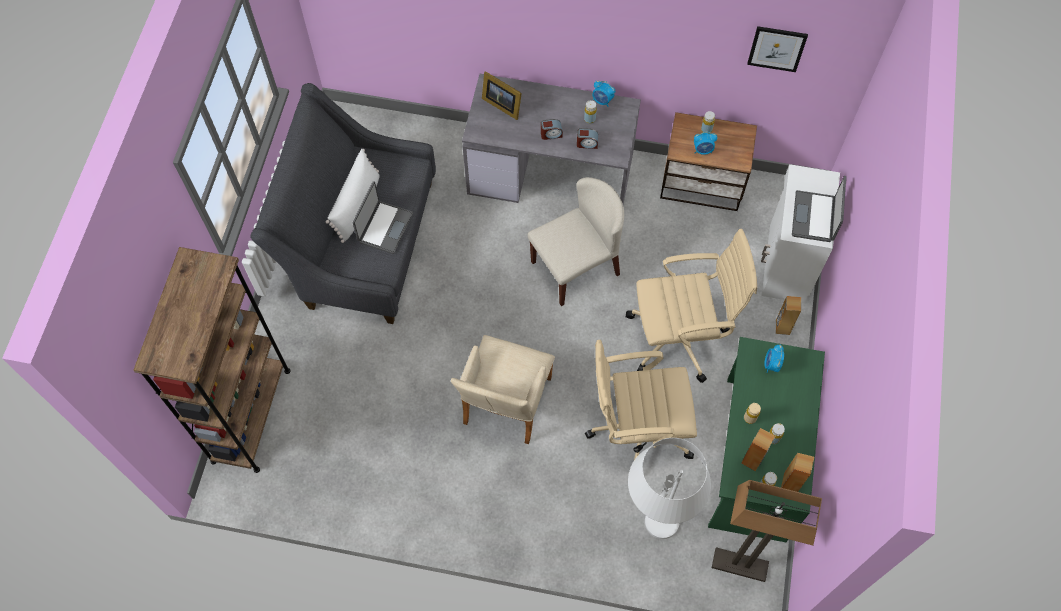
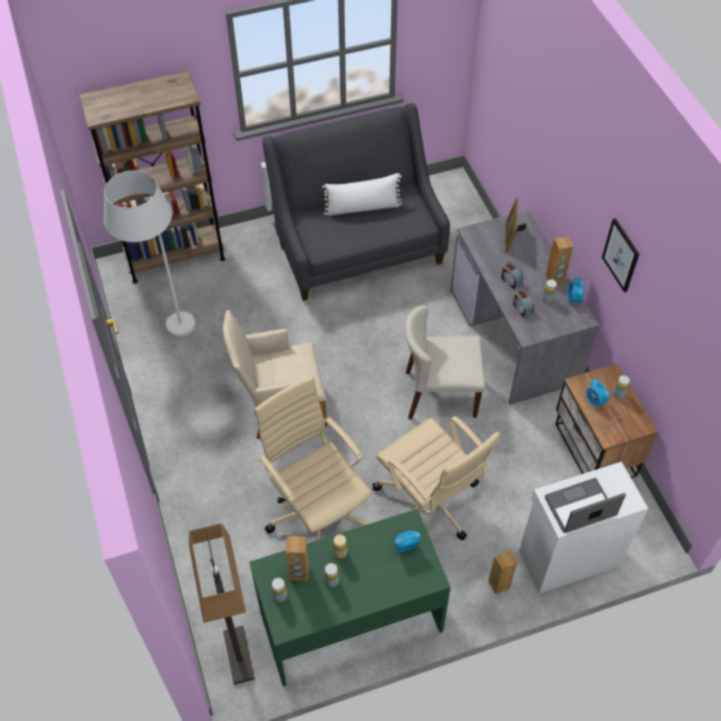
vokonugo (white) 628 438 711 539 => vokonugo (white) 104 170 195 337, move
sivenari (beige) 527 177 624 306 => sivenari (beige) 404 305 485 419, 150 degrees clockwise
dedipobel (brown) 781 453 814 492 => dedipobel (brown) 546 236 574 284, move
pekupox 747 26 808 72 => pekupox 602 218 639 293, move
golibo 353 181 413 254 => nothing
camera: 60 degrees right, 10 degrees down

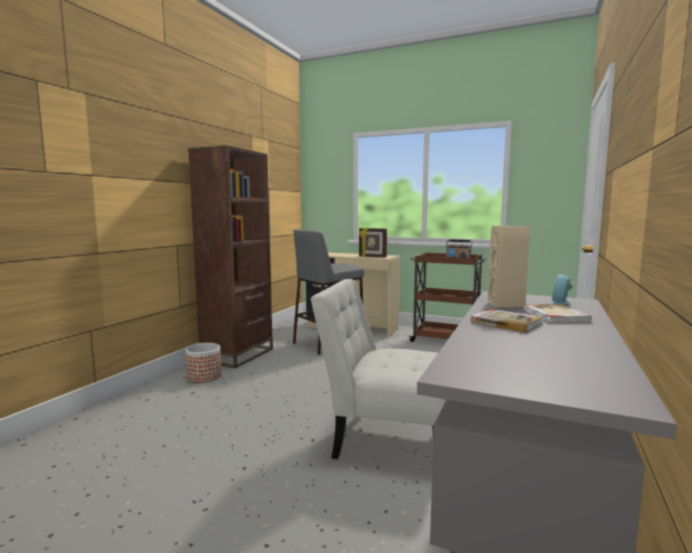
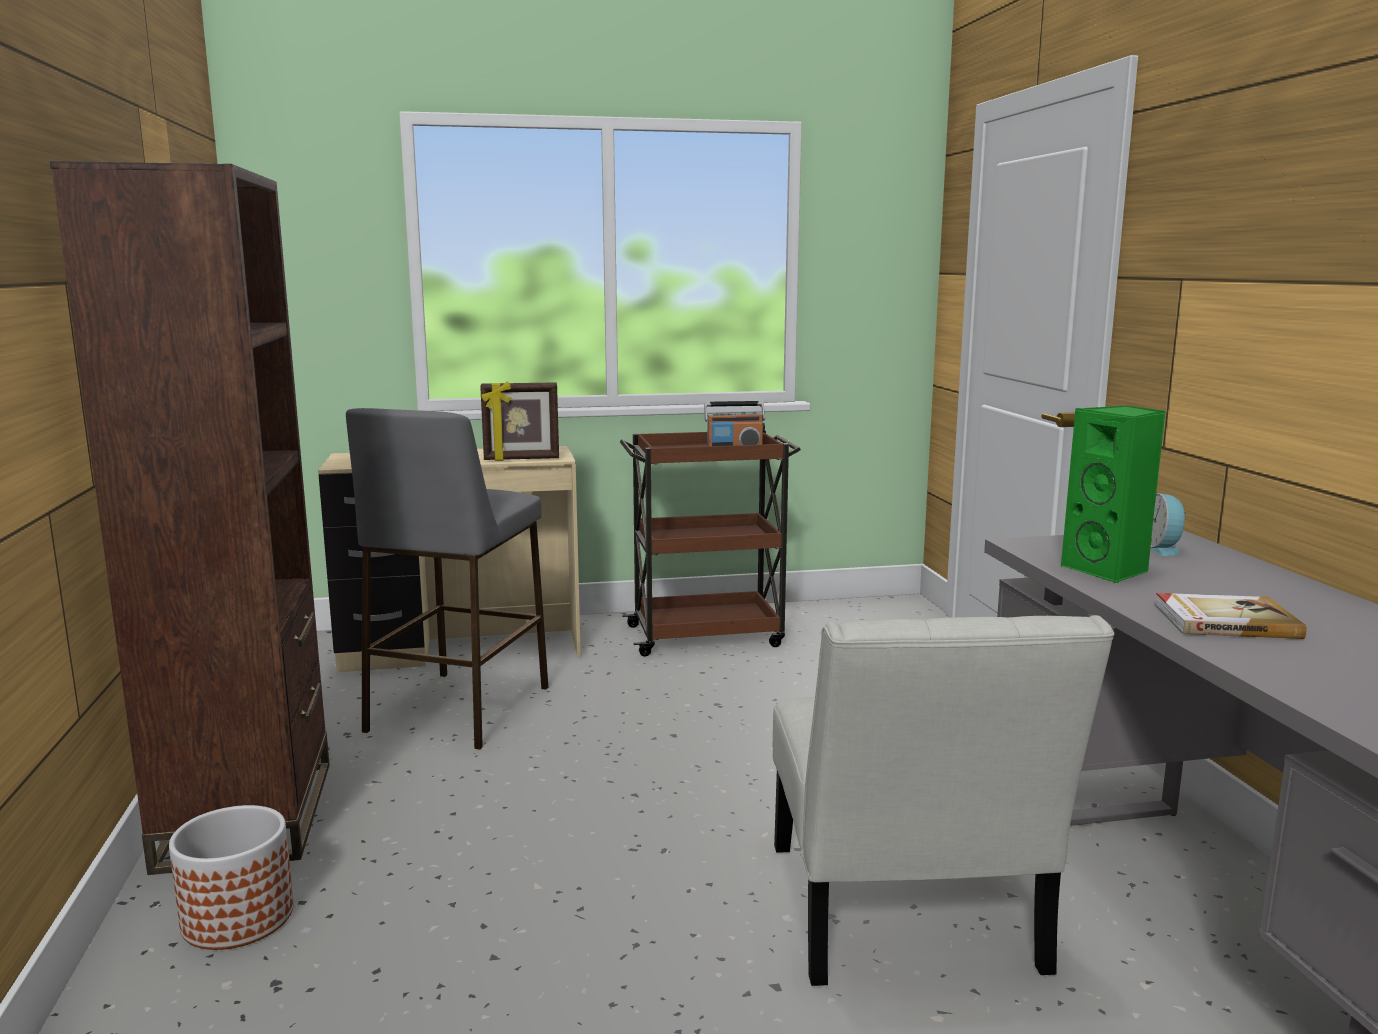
sivenari (white) 310 279 446 459 => sivenari (white) 773 615 1115 986, 75 degrees counterclockwise
dedipobel (beige) 487 226 530 308 => dedipobel (green) 1061 406 1166 583
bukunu 523 304 592 323 => nothing
camera: 35 degrees left, 5 degrees up

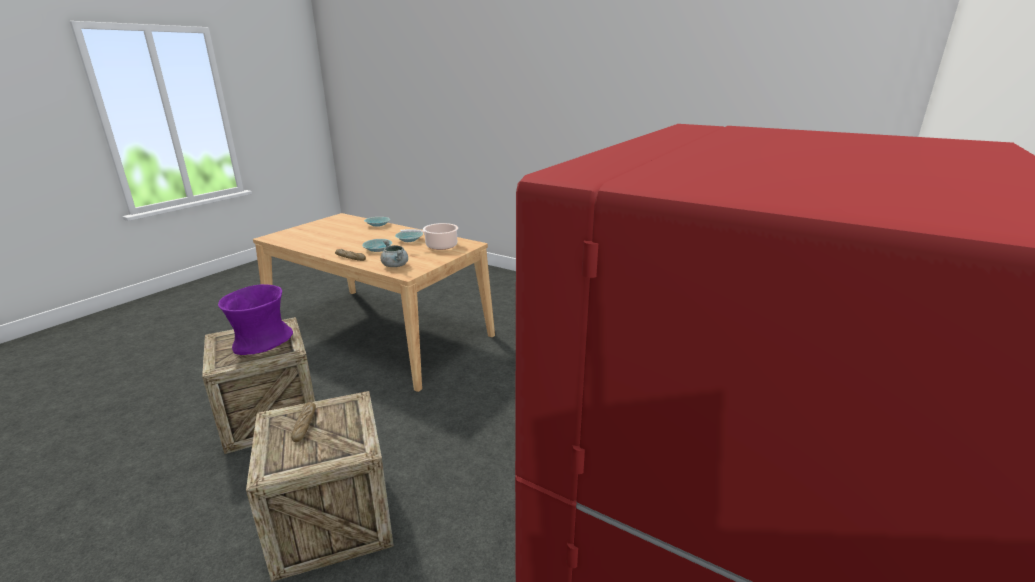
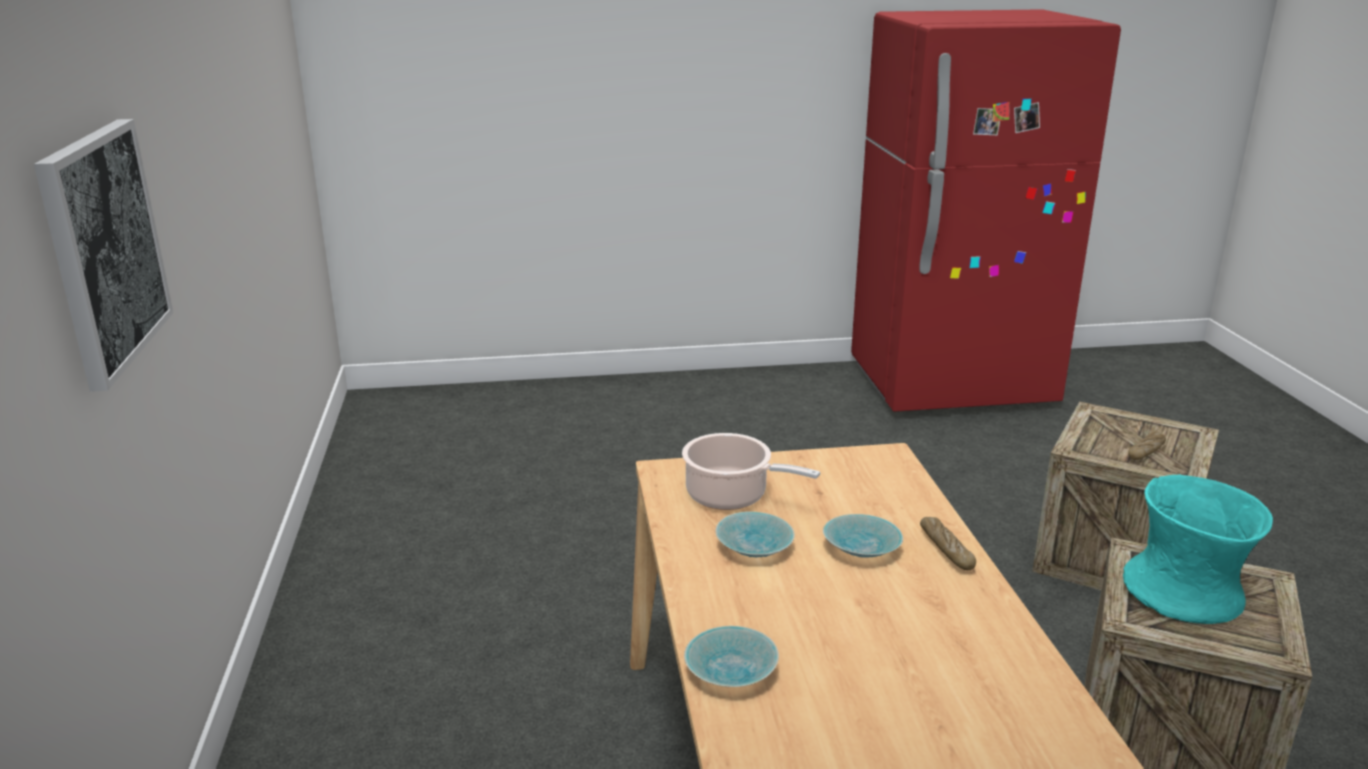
nothing => pekupox 34 119 173 392
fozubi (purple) 218 284 293 355 => fozubi (turquoise) 1123 475 1273 624
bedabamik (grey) 381 240 408 267 => nothing
camera: 130 degrees left, 0 degrees up

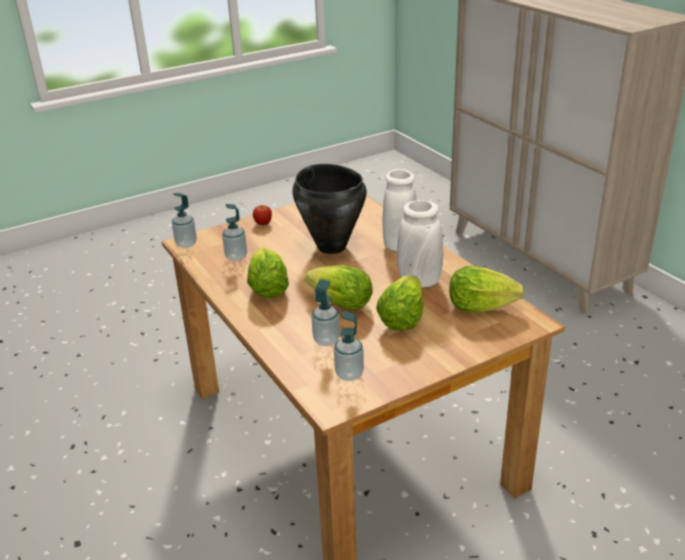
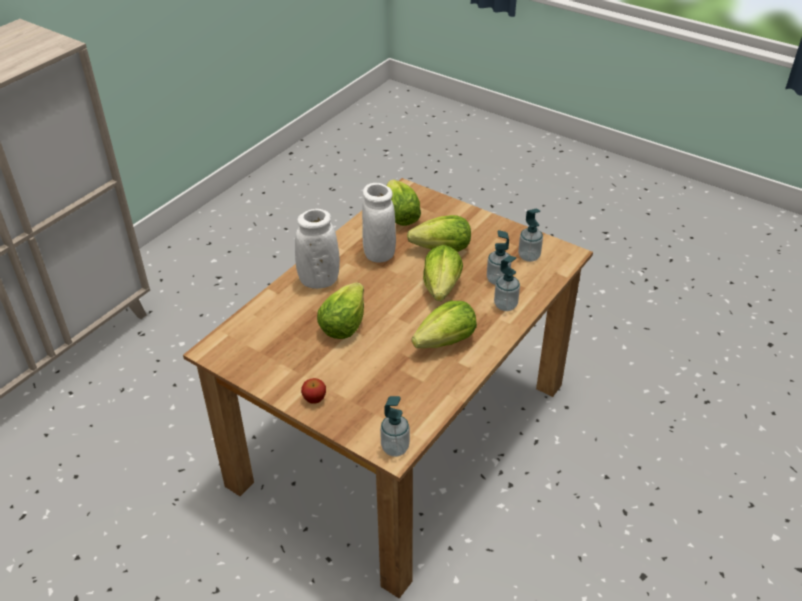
bedabamik (black) 293 164 367 254 => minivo 317 282 364 339
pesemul 222 204 247 261 => pesemul 494 256 520 311, move
camera: 115 degrees left, 10 degrees up

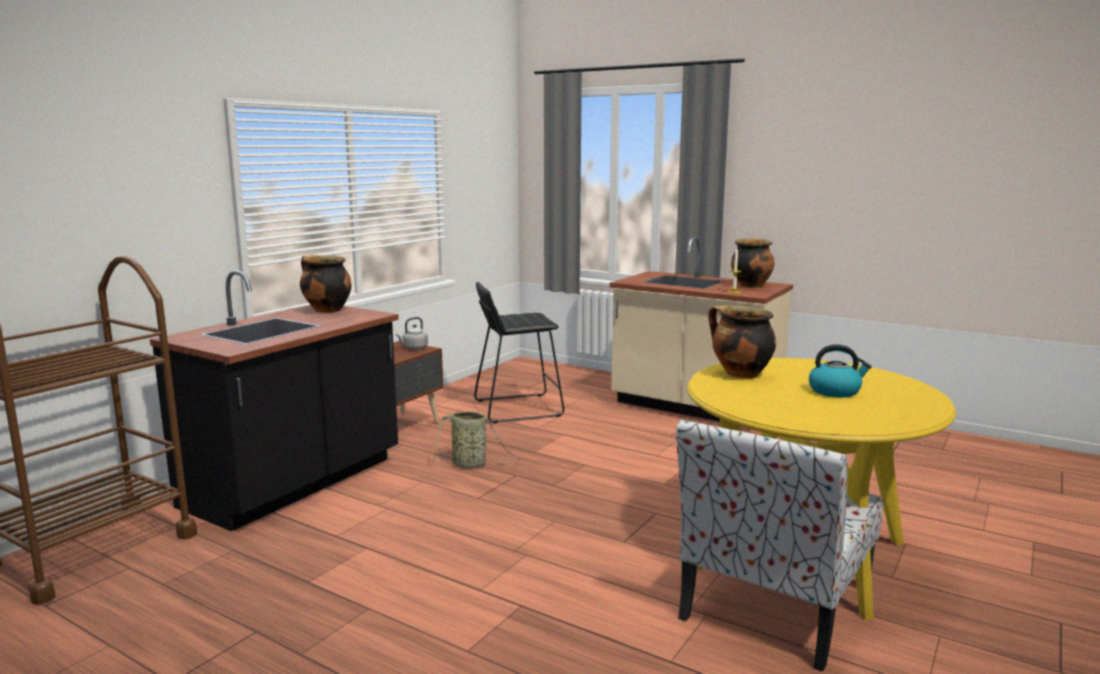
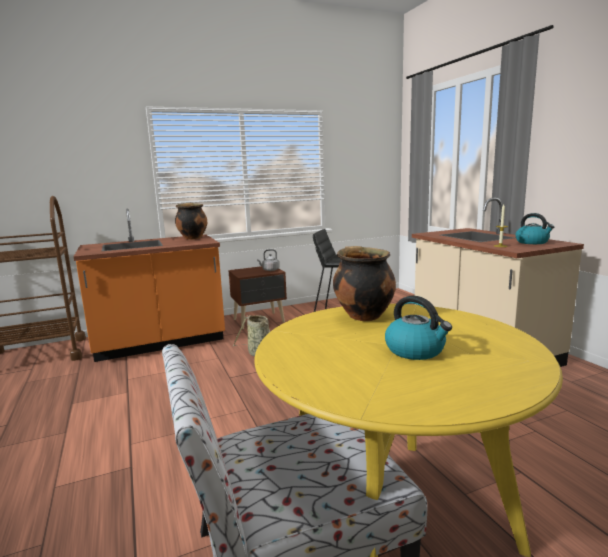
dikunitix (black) 150 270 399 531 => dikunitix (orange) 73 209 225 362
bedabamik 731 238 775 288 => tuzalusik 515 213 554 244
camera: 35 degrees right, 0 degrees up

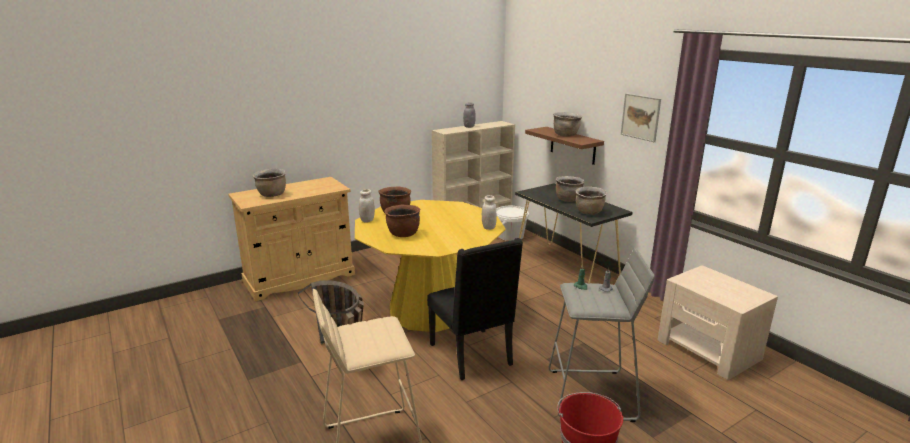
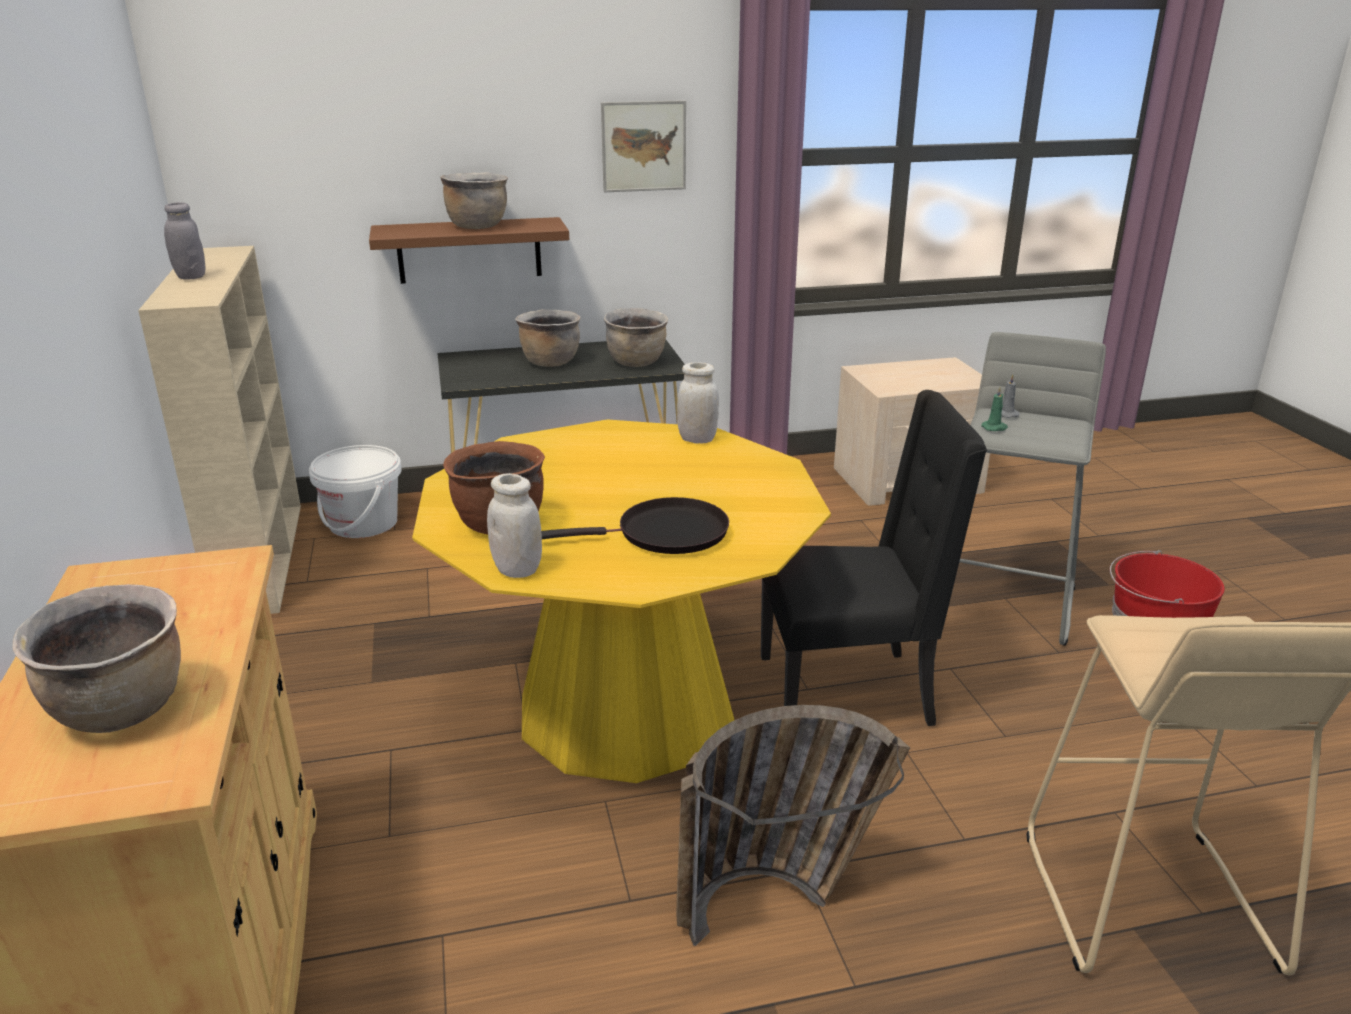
bedabamik (brown) 384 205 420 237 => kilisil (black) 541 497 729 554
camera: 70 degrees left, 5 degrees up

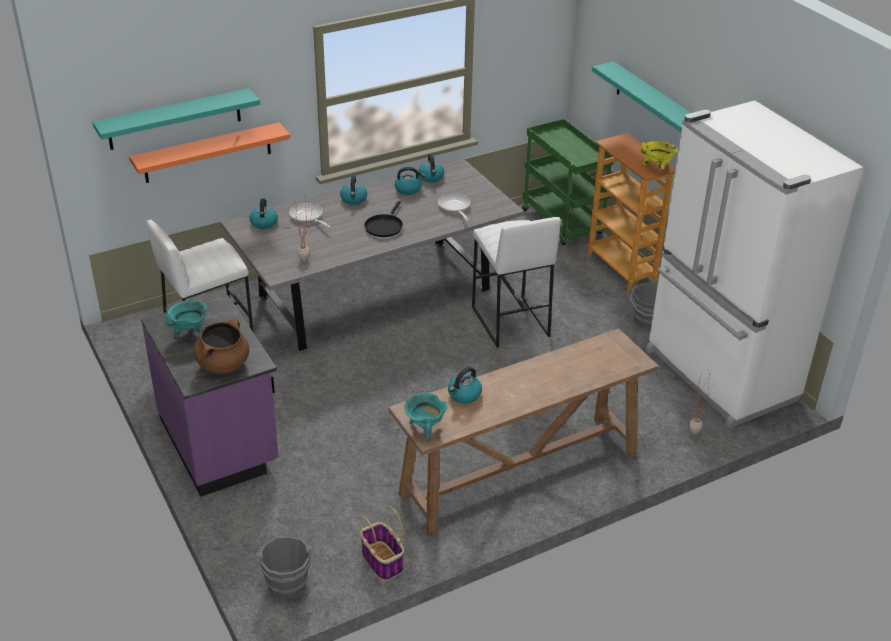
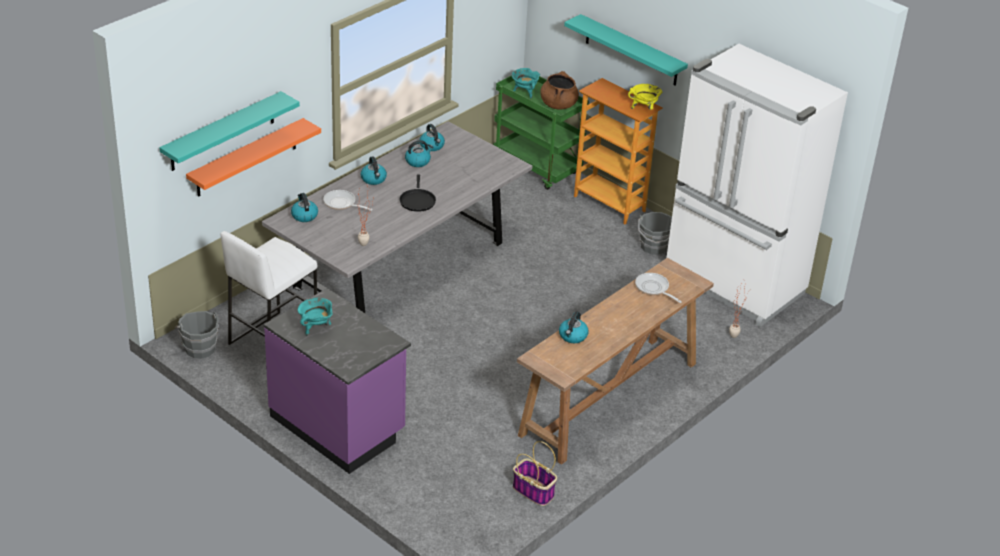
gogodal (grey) 256 536 312 599 => gogodal (grey) 175 311 219 359, move
bedabamik (turquoise) 404 392 448 441 => bedabamik (turquoise) 511 68 540 99, move
bedabamik (brown) 193 319 249 374 => bedabamik (brown) 540 71 579 110, move
kilisil 438 193 470 221 => kilisil 635 273 682 303, move
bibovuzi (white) 472 217 561 348 => nothing
camera: 20 degrees left, 0 degrees up

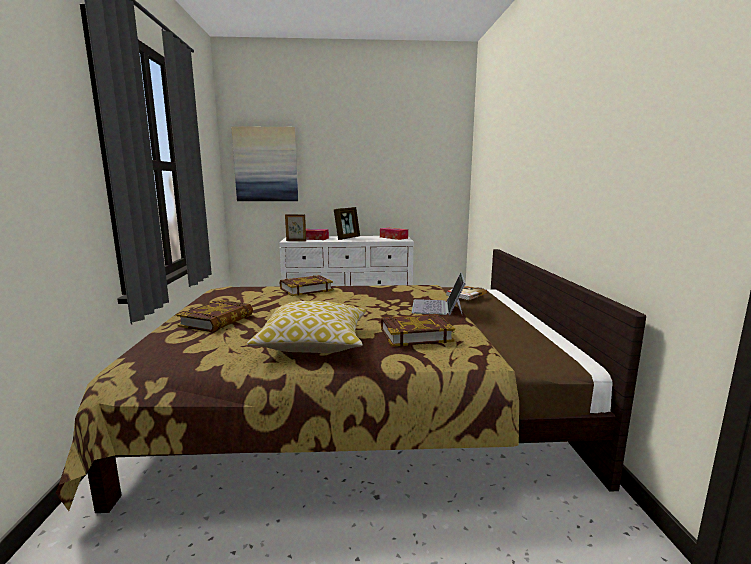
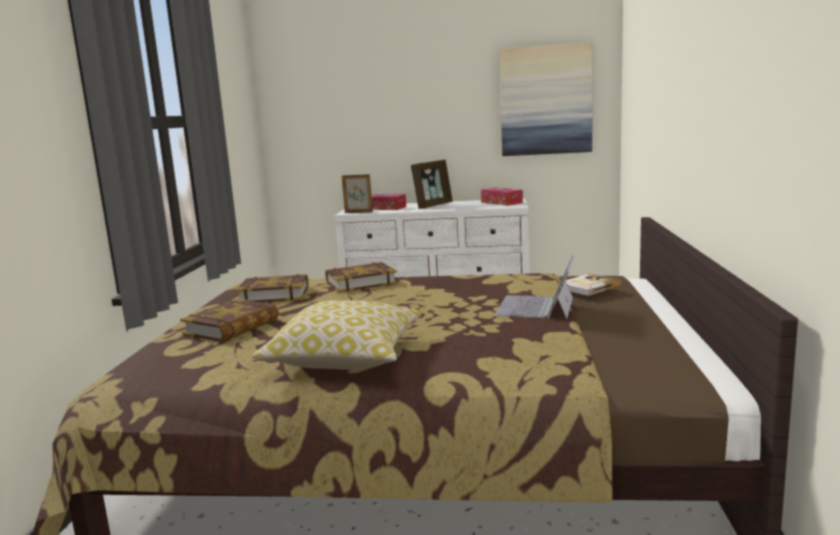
bukunu 381 314 455 347 => bukunu 235 274 308 302, move
pekupox 231 126 298 201 => pekupox 499 42 593 156, move
camera: 10 degrees right, 0 degrees up

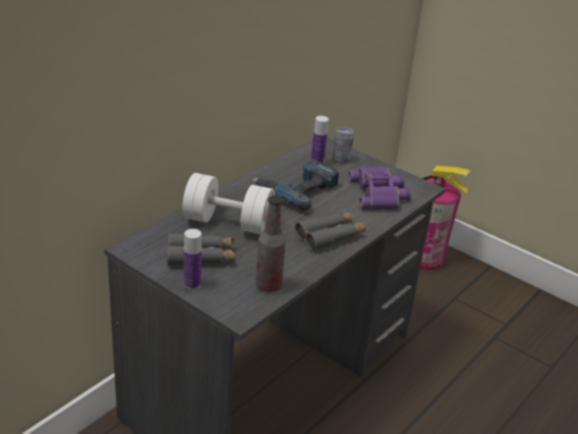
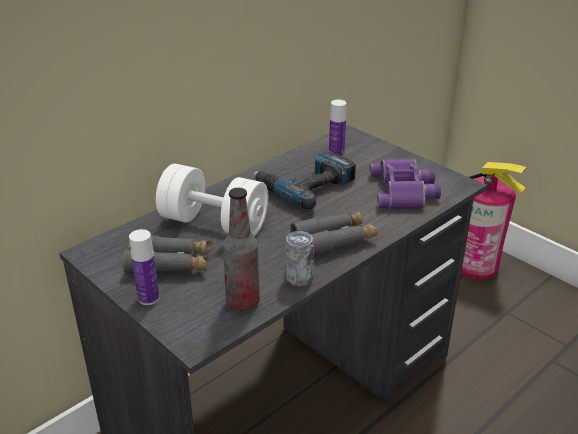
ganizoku 332 127 354 164 => ganizoku 285 231 314 287, move
camera: 10 degrees right, 0 degrees up

